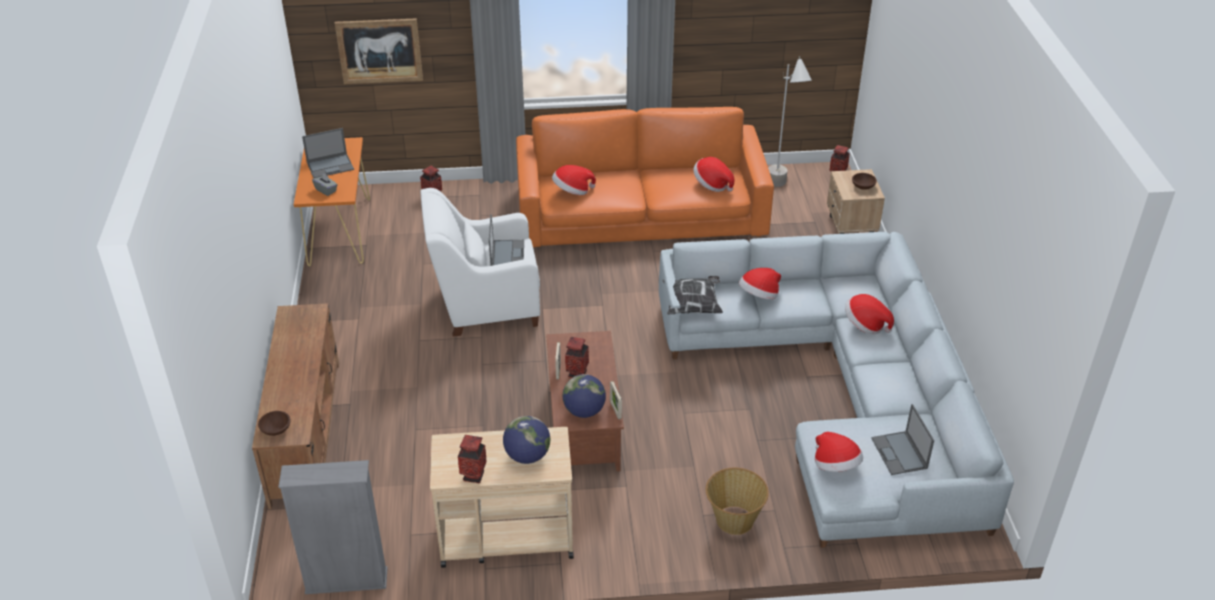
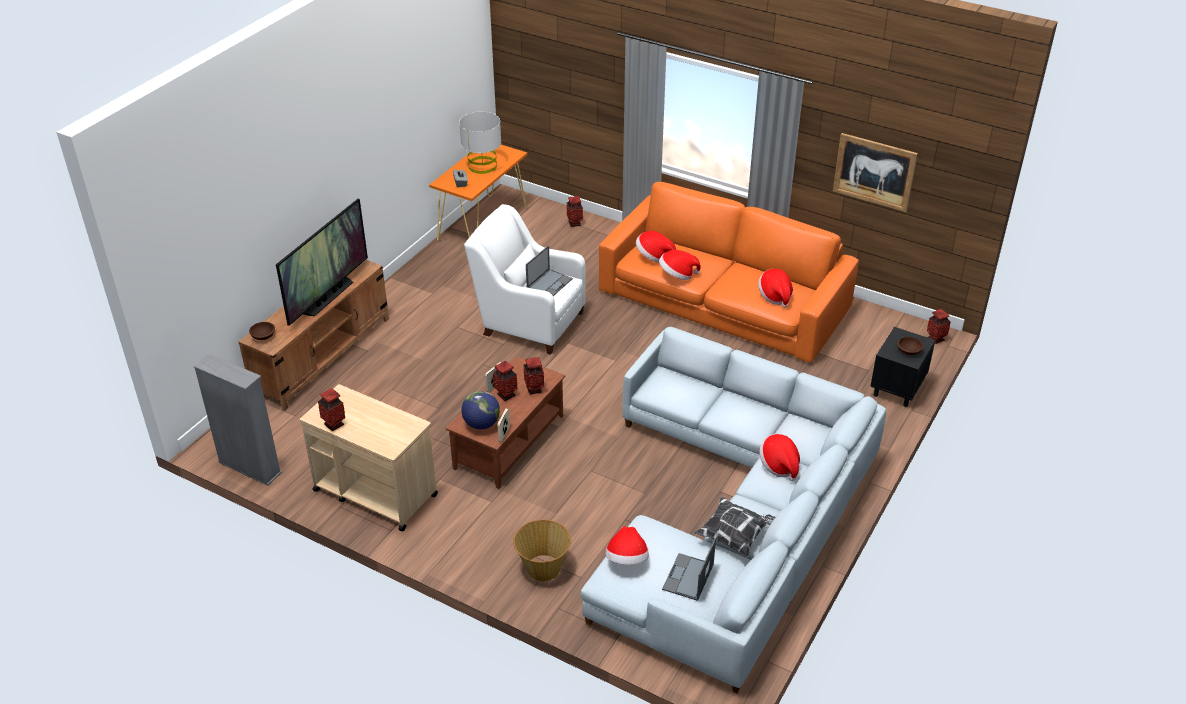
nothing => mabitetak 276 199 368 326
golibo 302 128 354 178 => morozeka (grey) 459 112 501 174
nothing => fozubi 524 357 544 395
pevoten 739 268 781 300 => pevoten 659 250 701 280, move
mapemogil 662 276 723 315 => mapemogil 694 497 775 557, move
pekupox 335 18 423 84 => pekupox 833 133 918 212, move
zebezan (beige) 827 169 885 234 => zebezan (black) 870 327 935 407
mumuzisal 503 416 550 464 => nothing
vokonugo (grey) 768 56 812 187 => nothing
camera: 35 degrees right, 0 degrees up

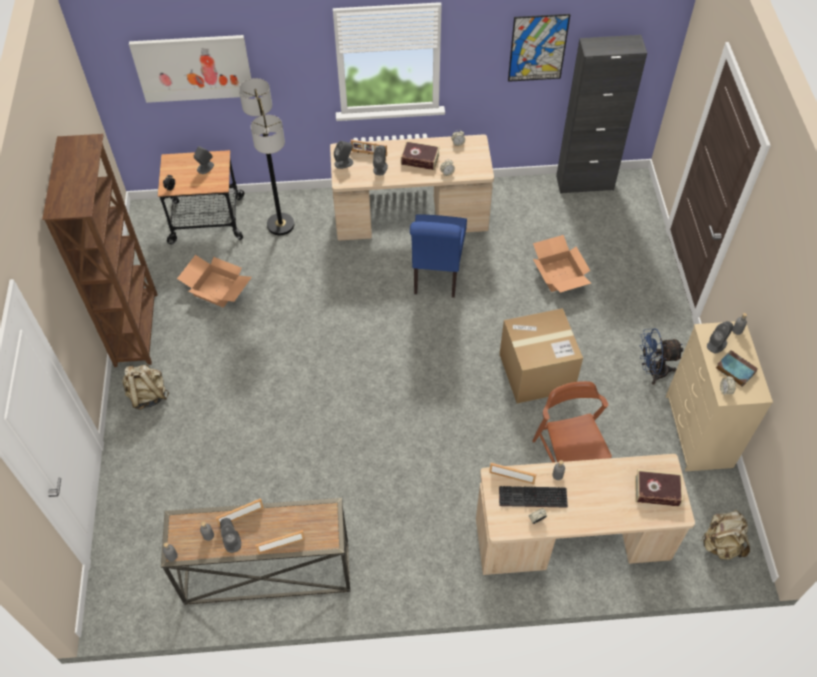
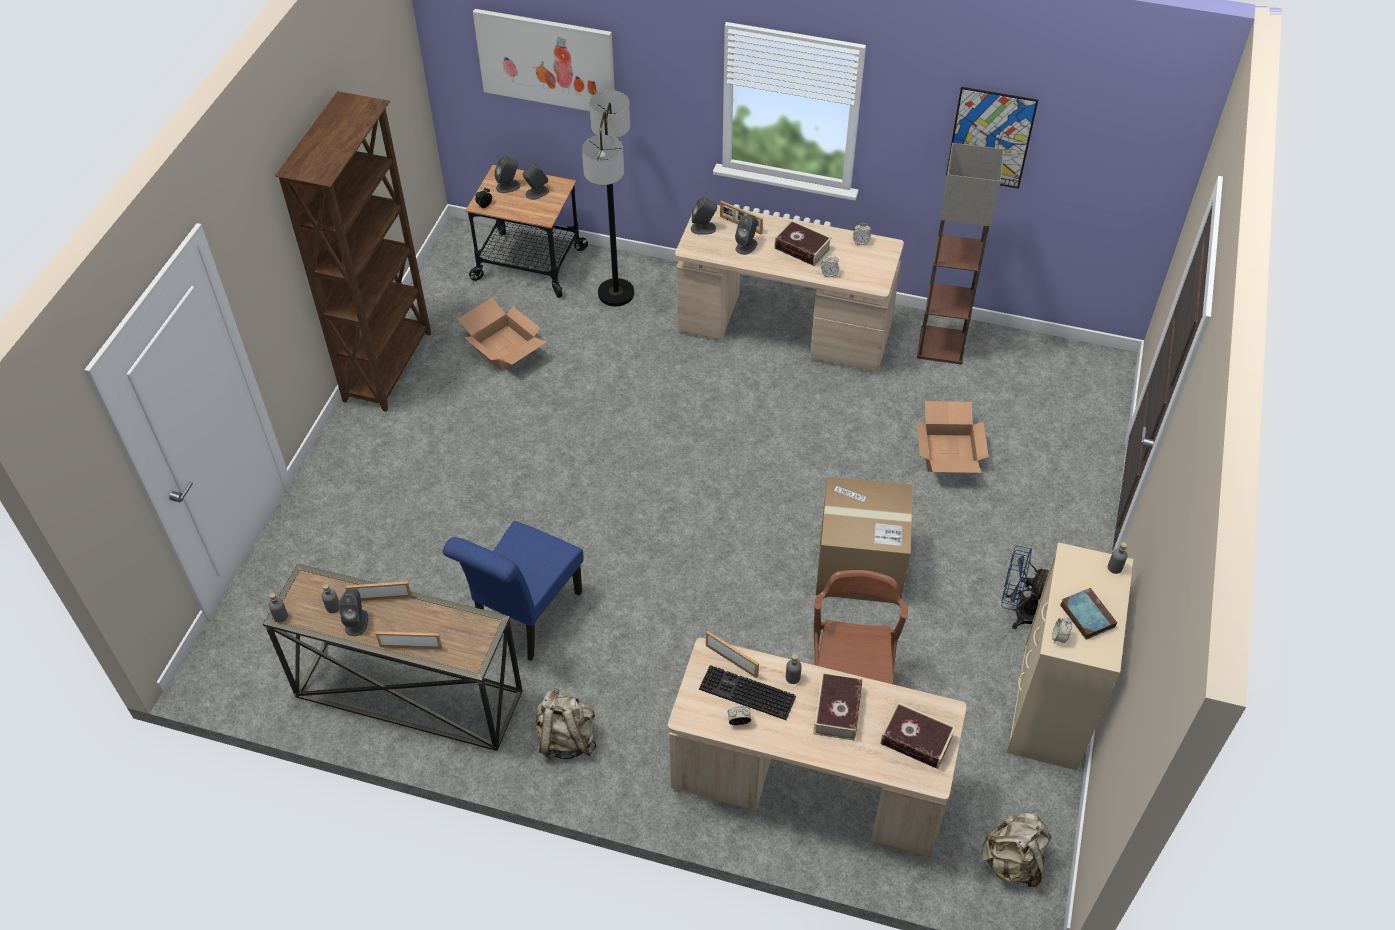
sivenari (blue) 410 214 467 298 => sivenari (blue) 443 521 583 661, move
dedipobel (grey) 707 321 733 353 => dedipobel (grey) 495 156 520 193, move
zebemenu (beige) 122 364 169 410 => zebemenu (beige) 535 688 596 759, move
nothing => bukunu 813 672 862 740
nothing => vokonugo 917 143 1004 364
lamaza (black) 556 35 647 194 => nothing
camera: 20 degrees right, 5 degrees down

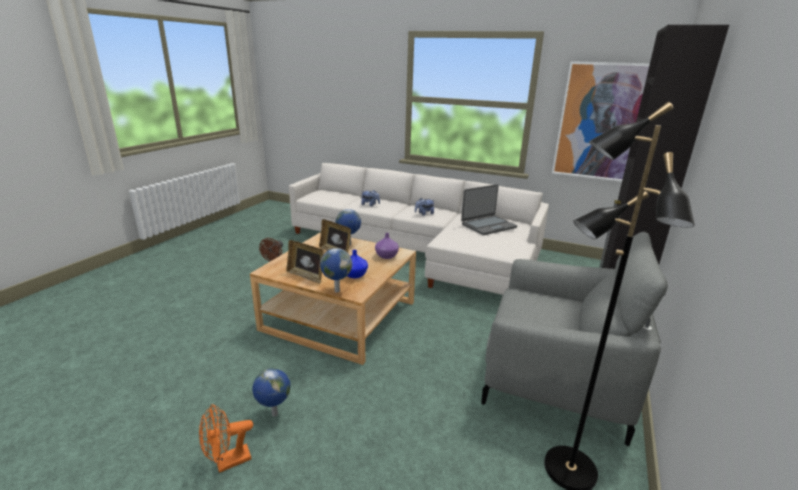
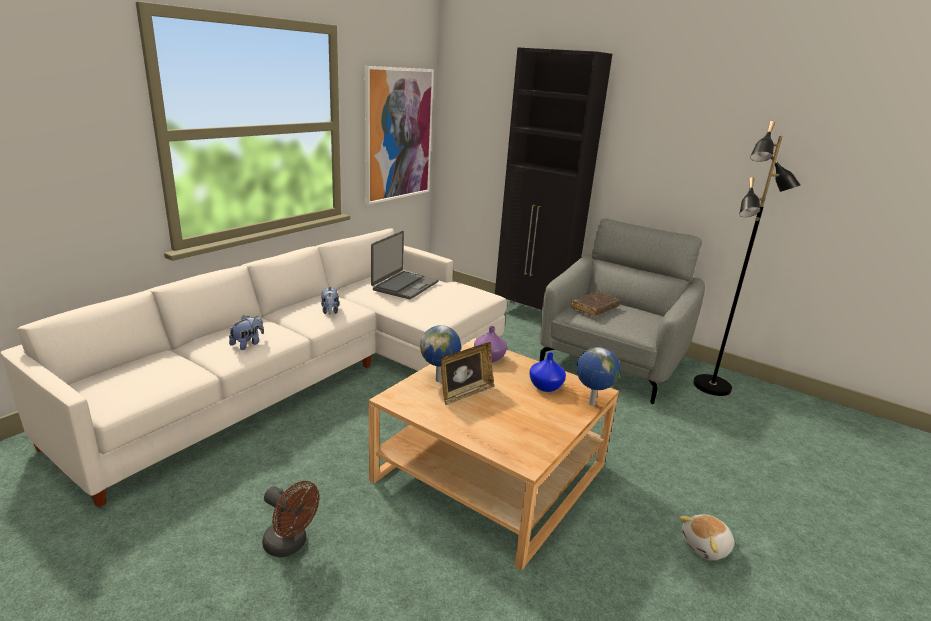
golibo 461 184 517 235 => golibo 371 231 439 299, 45 degrees clockwise
nothing => bukunu (brown) 571 291 620 317
mumuzisal 252 368 291 417 => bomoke 679 515 734 561
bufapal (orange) 199 404 253 473 => nothing
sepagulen 287 240 324 284 => nothing
camera: 80 degrees left, 0 degrees up

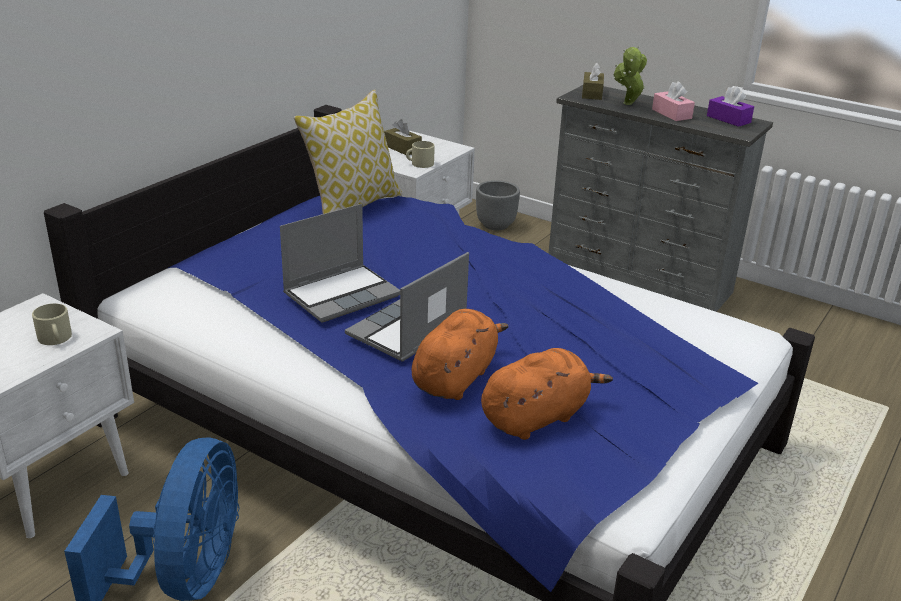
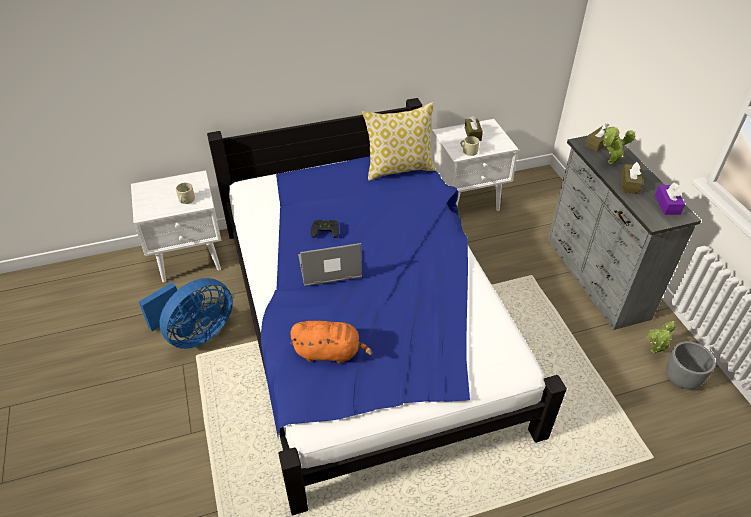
golibo 280 204 400 323 => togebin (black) 311 220 339 238
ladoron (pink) 652 81 695 121 => ladoron (brown) 621 162 643 194
nothing => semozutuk 647 321 676 353
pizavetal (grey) 476 180 520 230 => pizavetal (grey) 666 341 716 389, move
bomoke (orange) 411 309 509 400 => nothing
camera: 40 degrees right, 15 degrees up

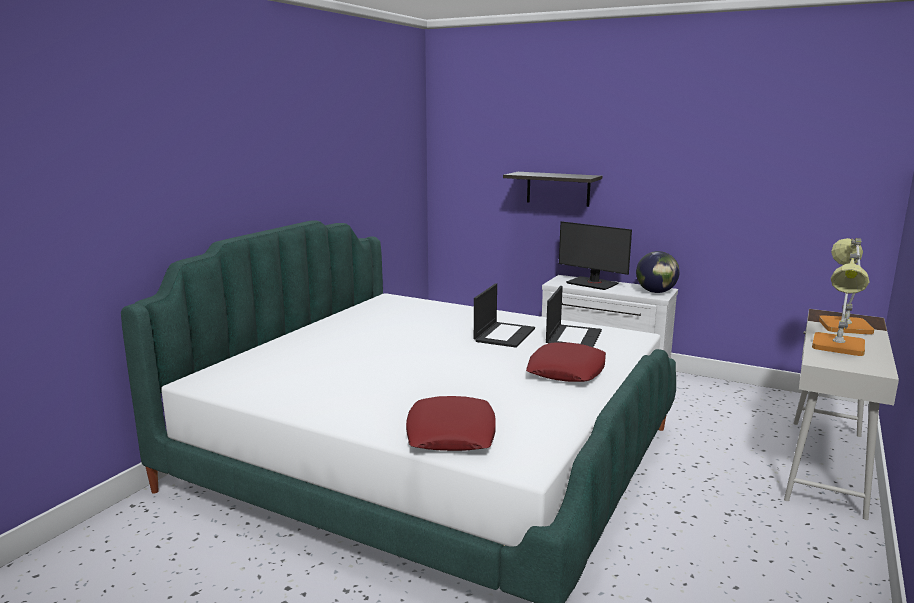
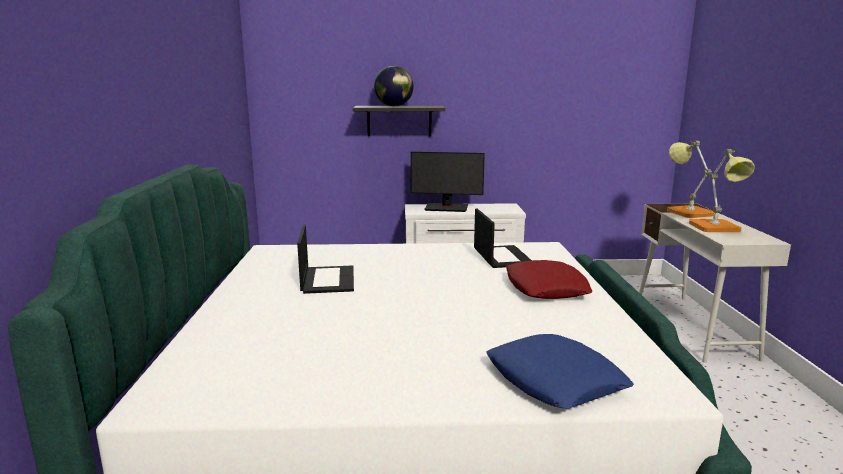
golibo 474 283 535 348 => golibo 297 224 354 294, move
mumuzisal 636 251 680 293 => mumuzisal 374 66 414 106, move
mapemogil (red) 406 396 496 451 => mapemogil (blue) 486 334 634 409
camera: 30 degrees left, 0 degrees up

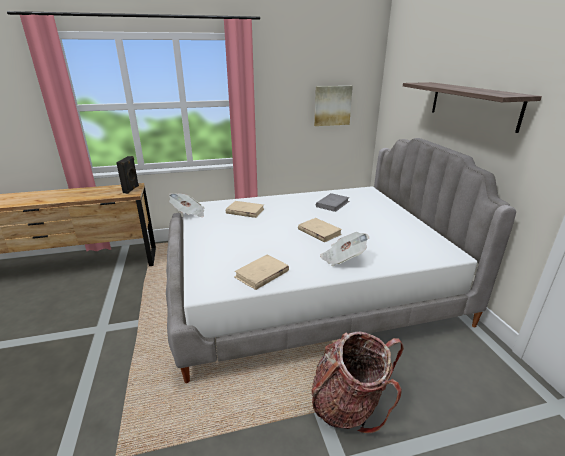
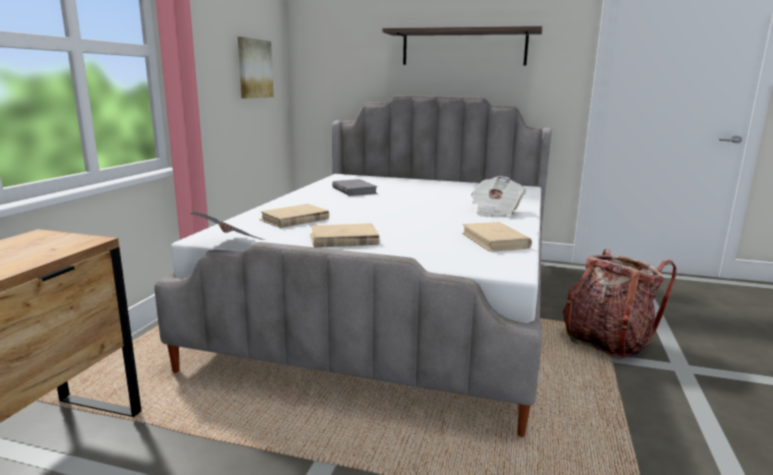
bukunu (beige) 298 218 342 242 => bukunu (beige) 310 223 379 248, move
dedipobel (black) 116 156 139 194 => nothing
camera: 60 degrees left, 10 degrees down

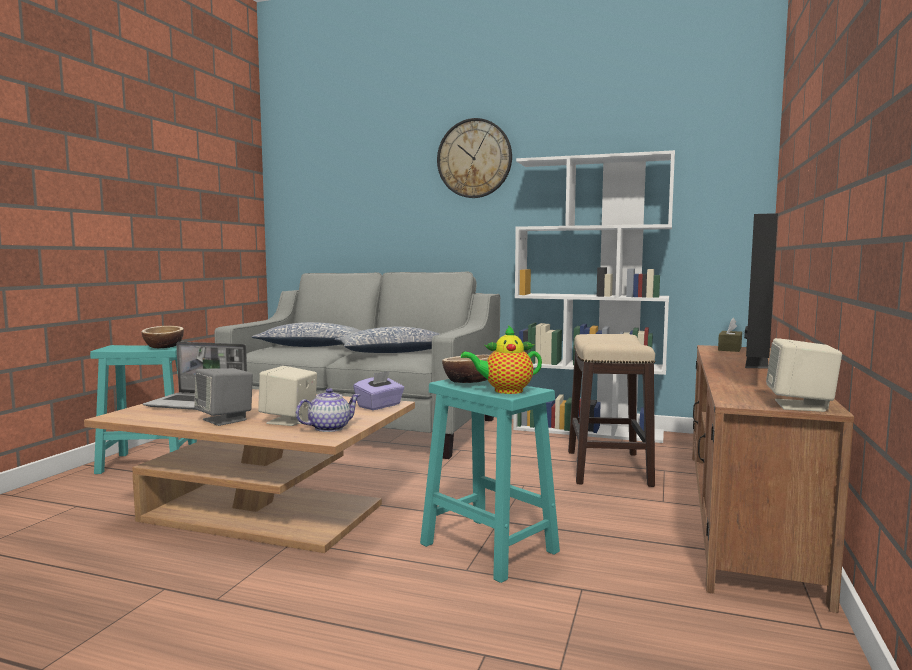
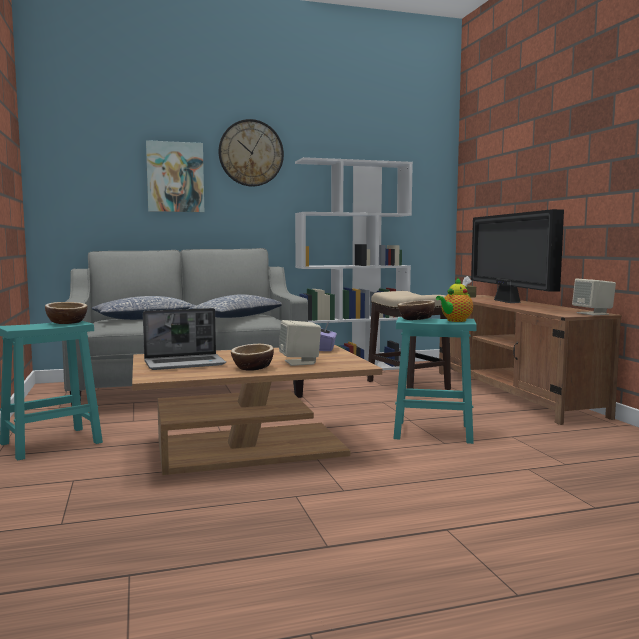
nothing => pekupox 146 140 204 212
dedipobel (grey) 194 368 253 426 => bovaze 231 344 274 371
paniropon 296 388 361 432 => nothing
camera: 35 degrees left, 0 degrees up

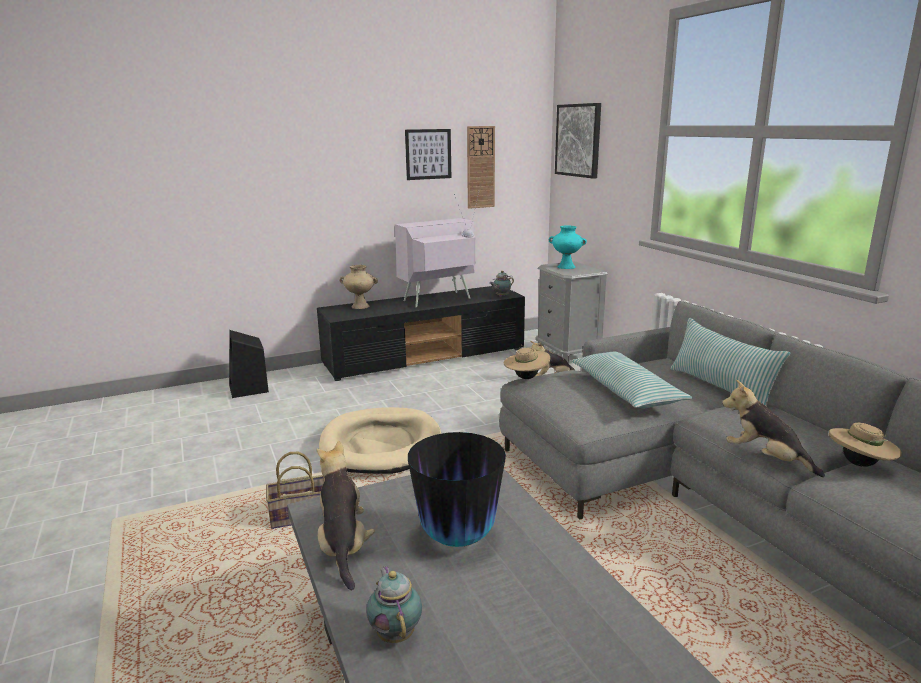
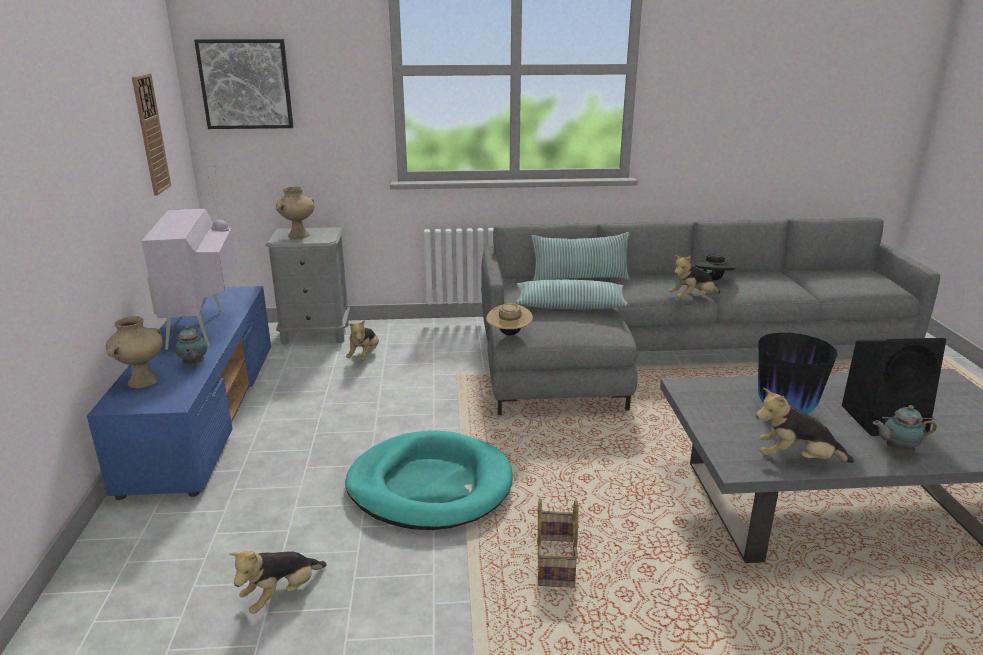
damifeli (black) 317 286 525 381 => damifeli (blue) 87 286 271 500
paniropon 489 271 514 297 => paniropon 175 326 207 366, move
nothing => bomoke 229 551 327 614
fozubi (turquoise) 549 225 587 269 => fozubi (beige) 276 187 314 239
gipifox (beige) 319 407 441 474 => gipifox (turquoise) 345 430 513 530
pevoten (beige) 829 423 902 467 => pevoten (black) 695 255 736 281
dedipobel (black) 229 330 269 398 => dedipobel (black) 842 338 946 436, move
pekupox 405 129 451 180 => nothing
camera: 70 degrees left, 5 degrees up

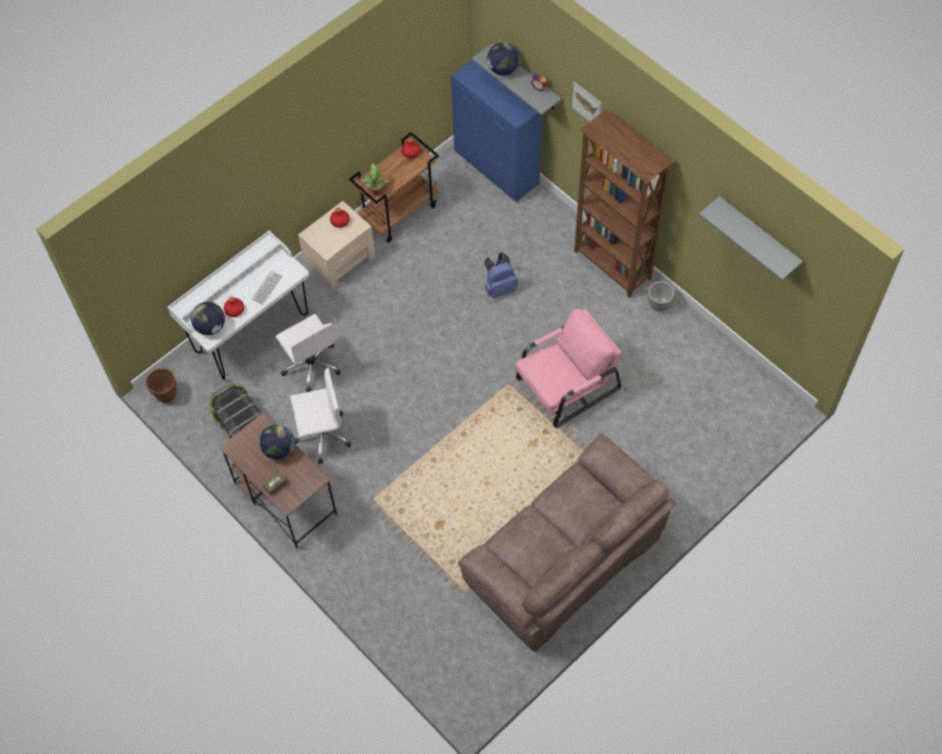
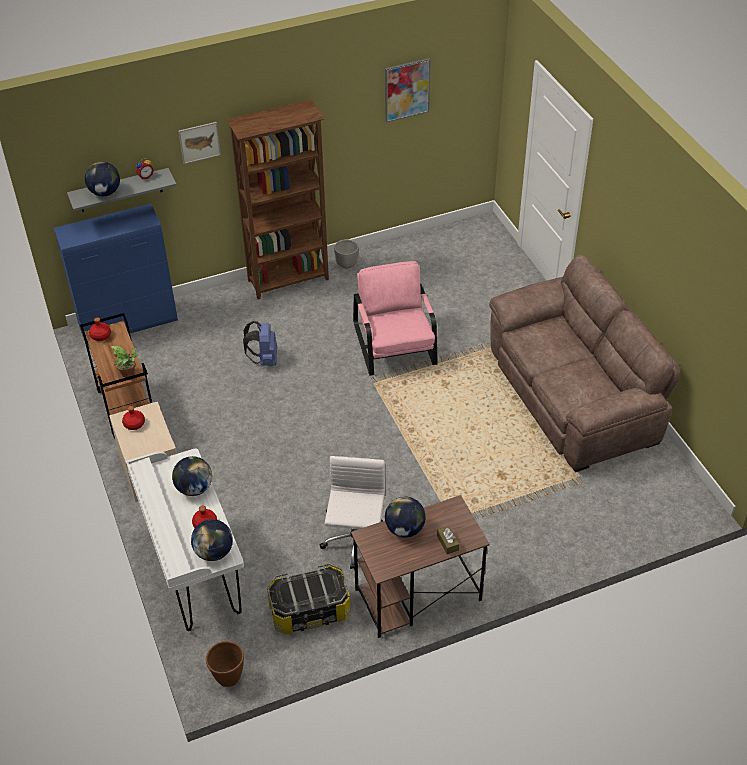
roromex 251 270 283 305 => mumuzisal 172 456 212 496
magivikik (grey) 699 196 803 280 => pekupox 385 58 431 122
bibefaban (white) 276 314 341 392 => nothing
camera: 70 degrees left, 15 degrees down

